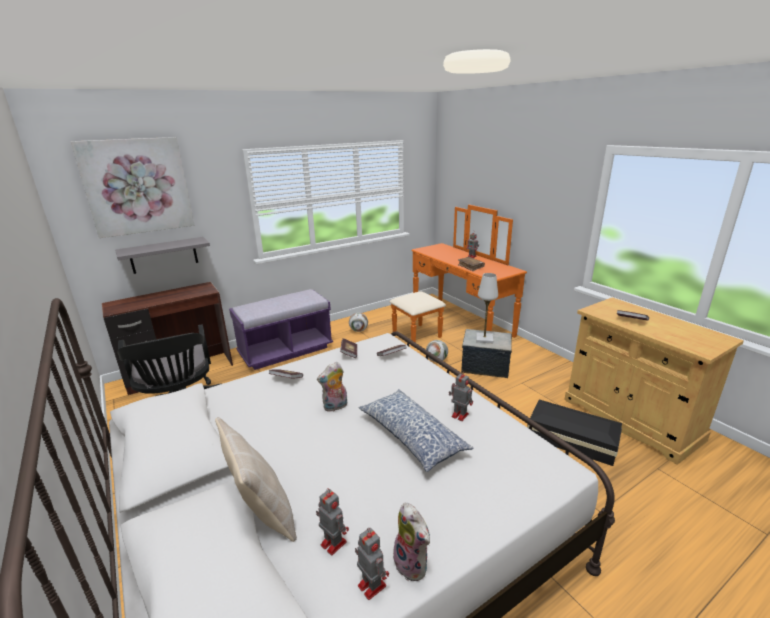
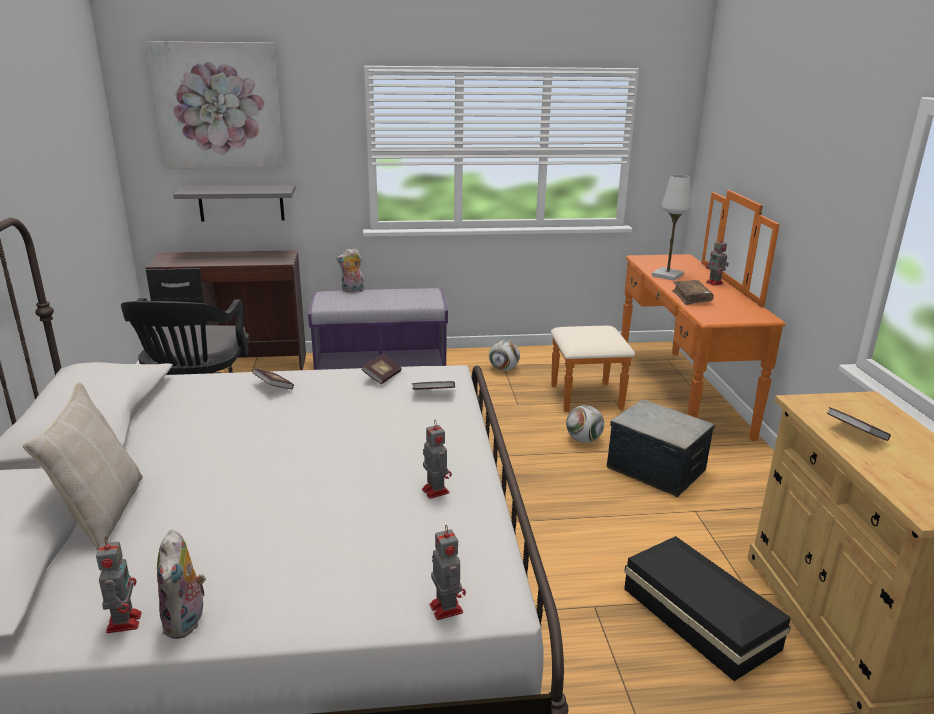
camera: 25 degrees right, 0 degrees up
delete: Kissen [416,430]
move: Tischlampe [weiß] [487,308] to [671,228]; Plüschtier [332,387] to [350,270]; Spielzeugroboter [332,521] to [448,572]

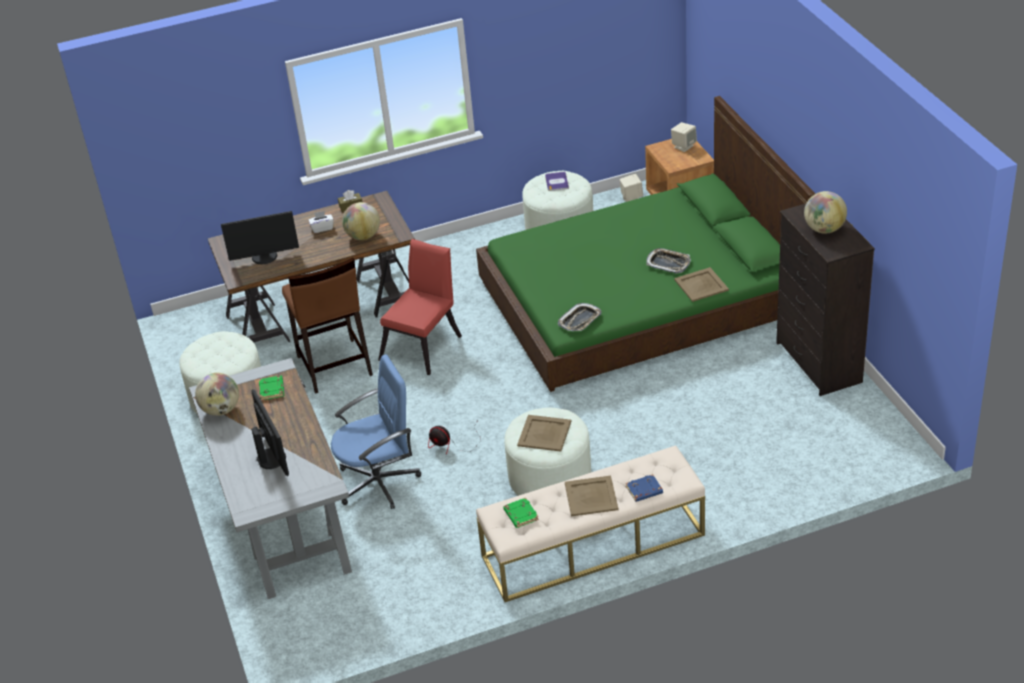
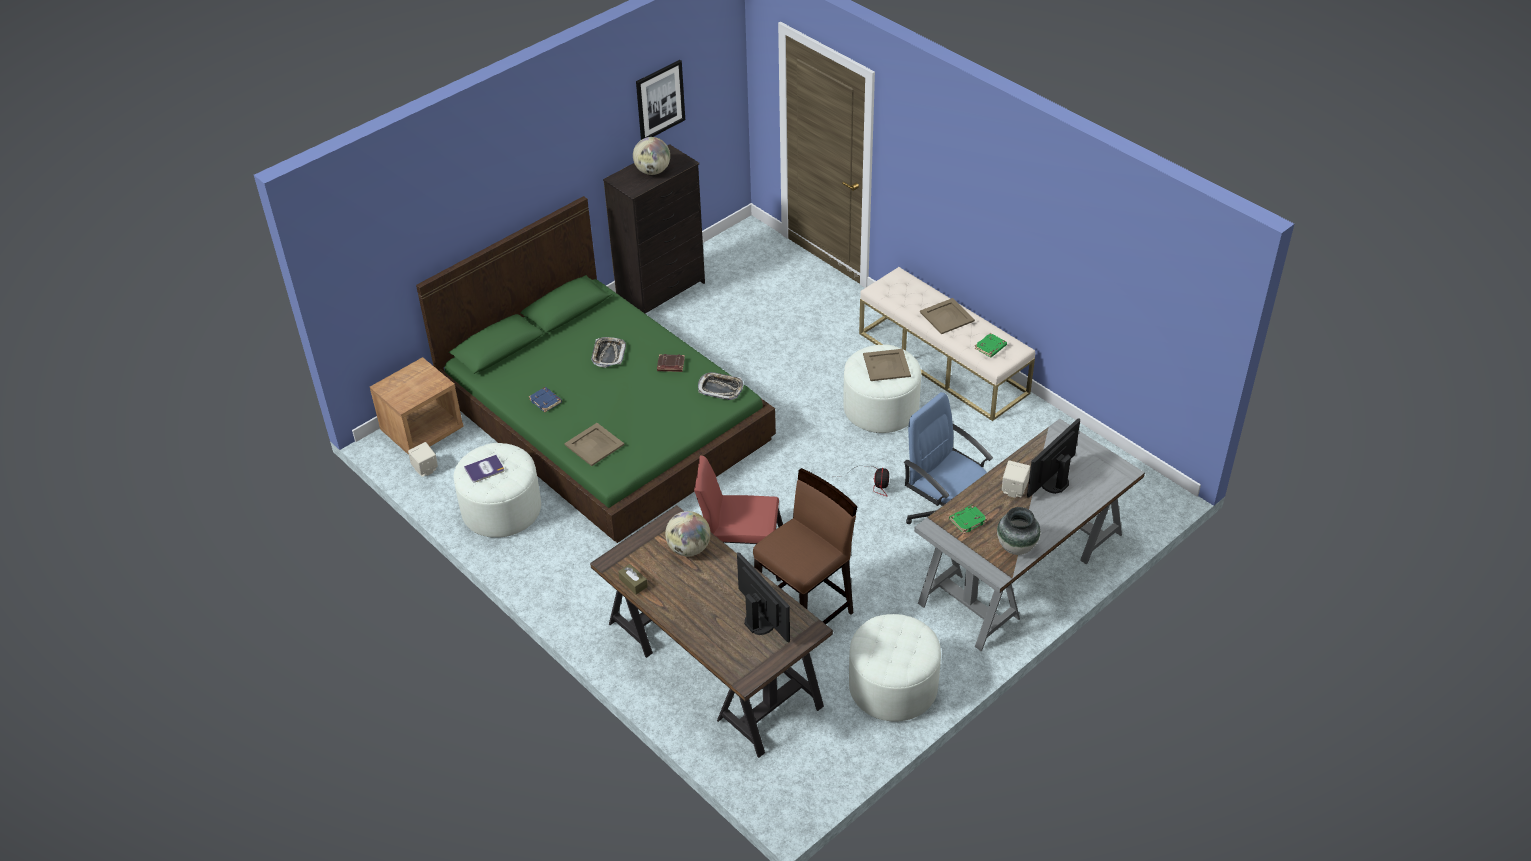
camera: 115 degrees left, 5 degrees up
delete: Taschentuchbox [weiß] [321,222]
insert: Bild [660,100]; Buch [braun] [671,363]
move: Lautsprecher [beige] [684,137] to [1016,479]; Tablett [beige] [701,284] to [594,444]; Buch [blau] [644,488] to [545,399]
replace: Globus [217,394] to Vase [1018,531]

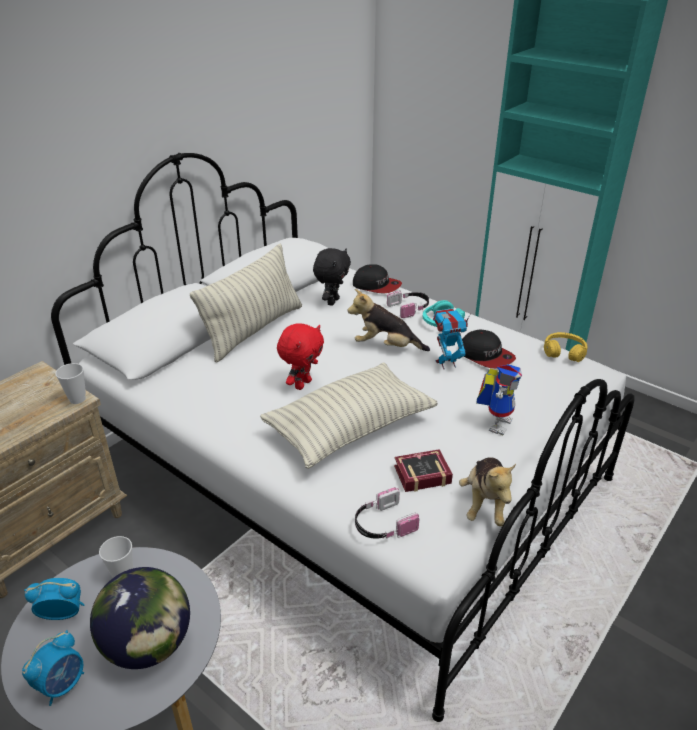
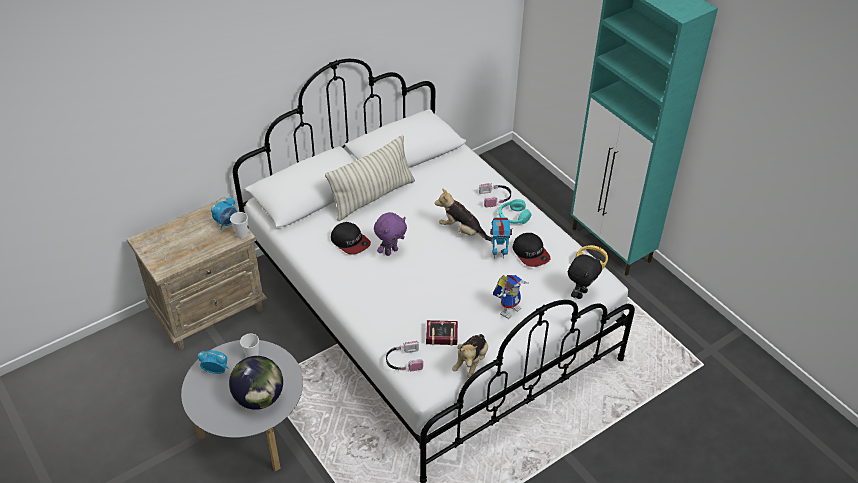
camera: 15 degrees right, 10 degrees up
delete: Kissen [349,415]
move: Plüschtier [schwarz] [332,277] to [585,276]; Kappe [377,278] to [351,238]; Wecker [53,668] to [224,213]
recolor: Plüschtier [rot] [300,356] to Plüschtier [lila] [390,234]

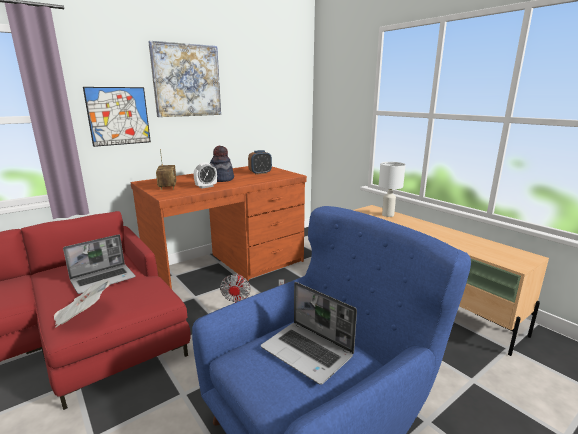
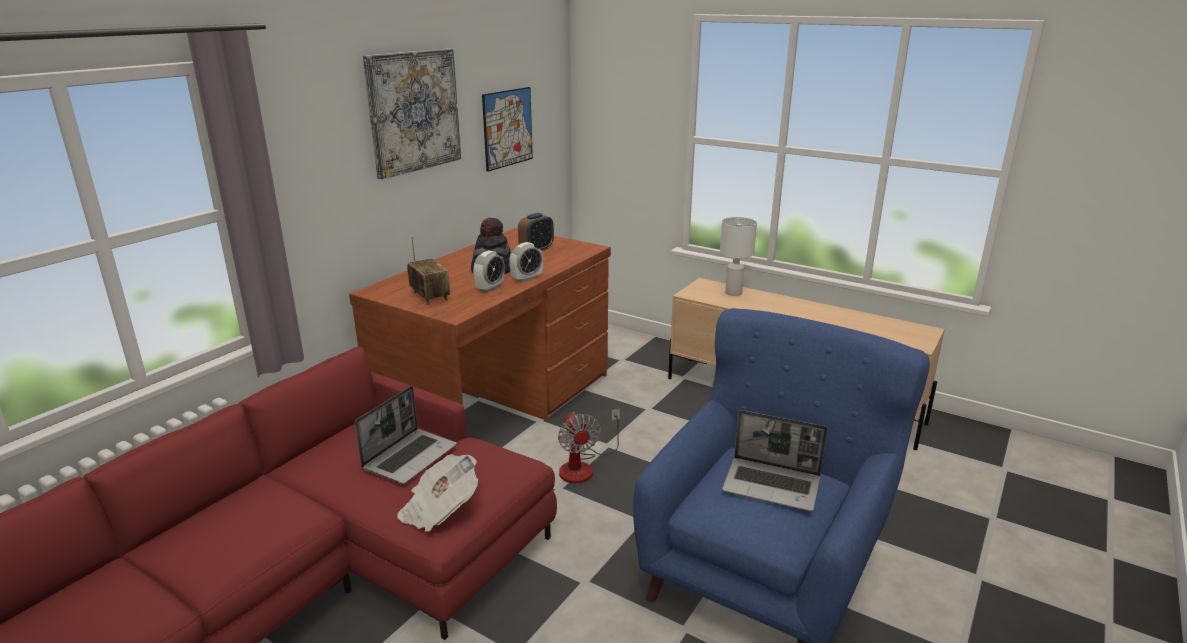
camera: 20 degrees left, 5 degrees up
insert: Wecker [526,262]
move: Bild [117,117] to [507,129]

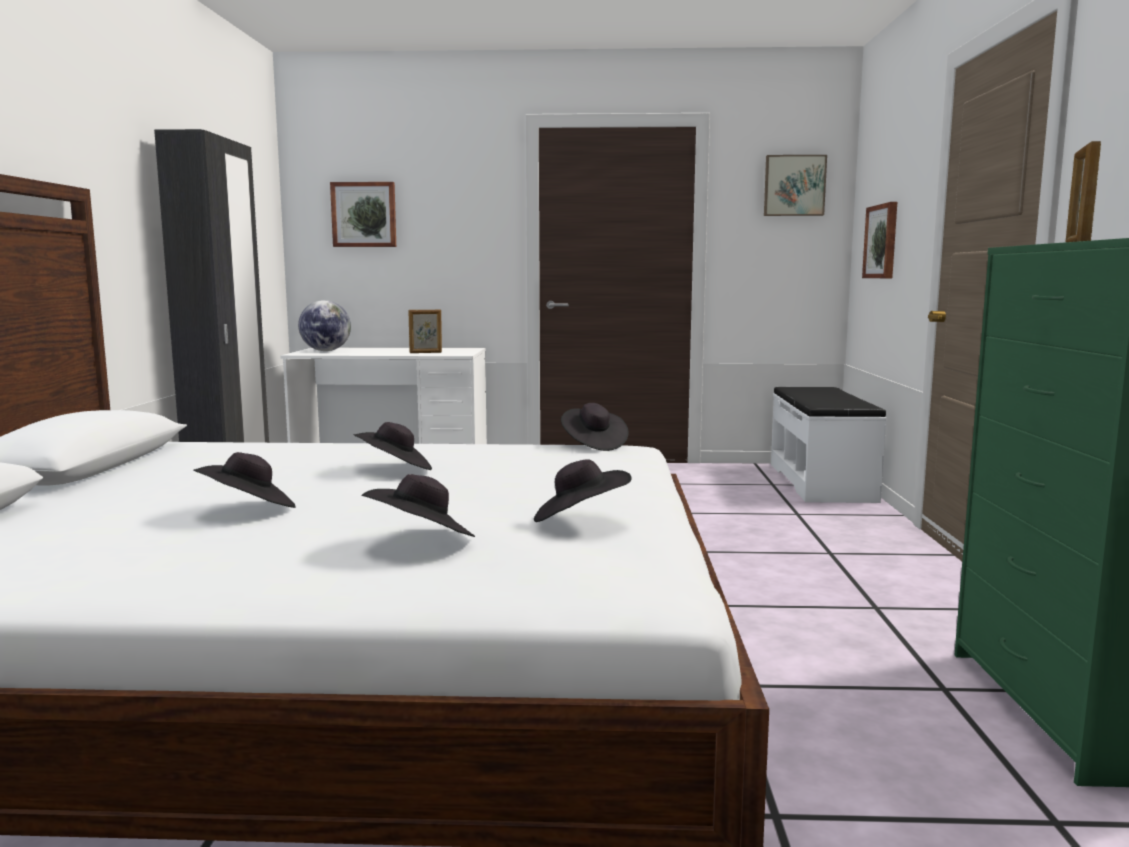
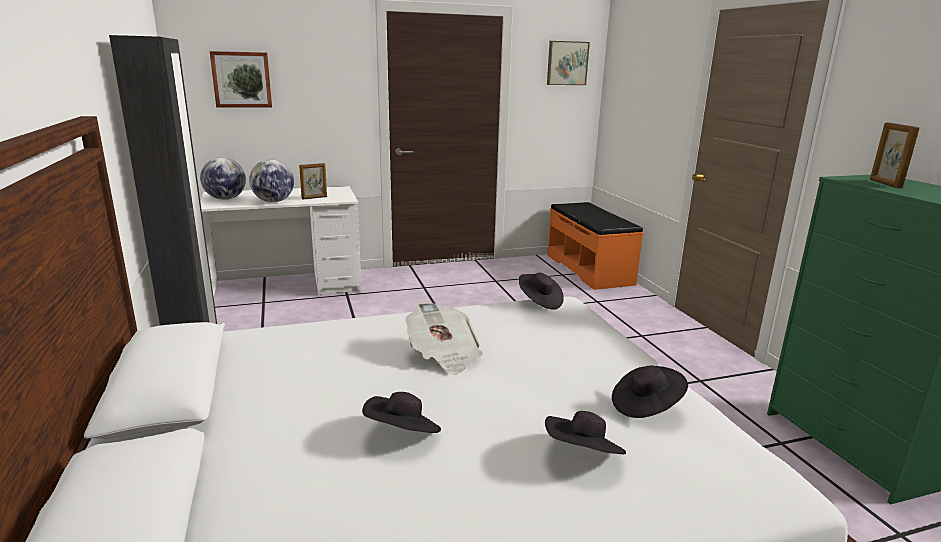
camera: 20 degrees left, 10 degrees up
delete: Bild [879,240]
insert: Globus [271,180]
replace: Hut [schwarz] [392,446] to Zeitung [444,338]
recolor: Bank [weiß] [829,445] to Bank [orange] [595,246]

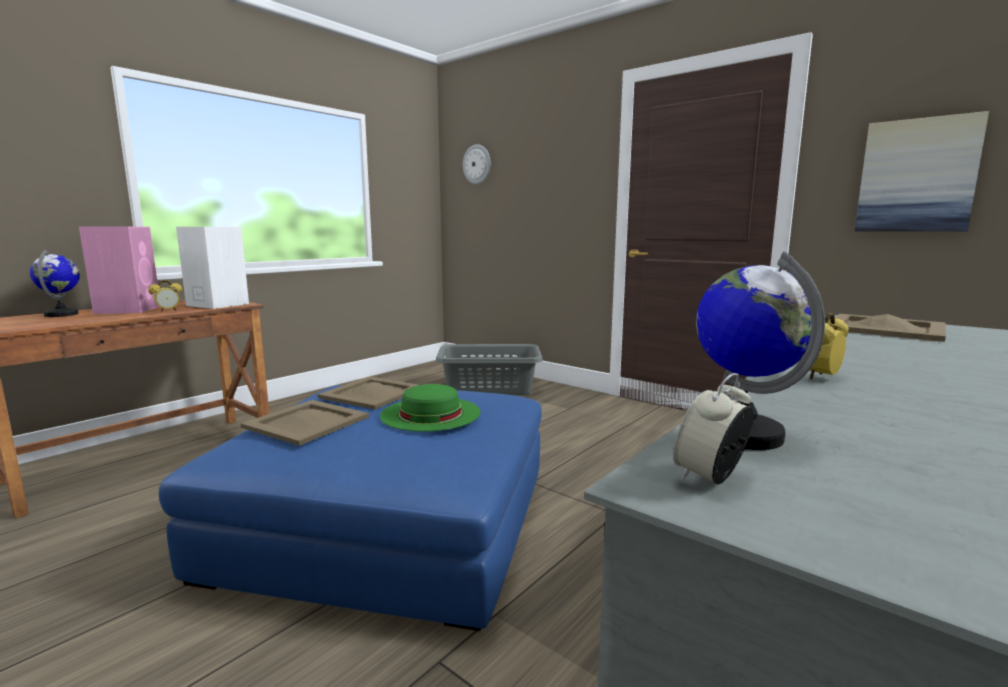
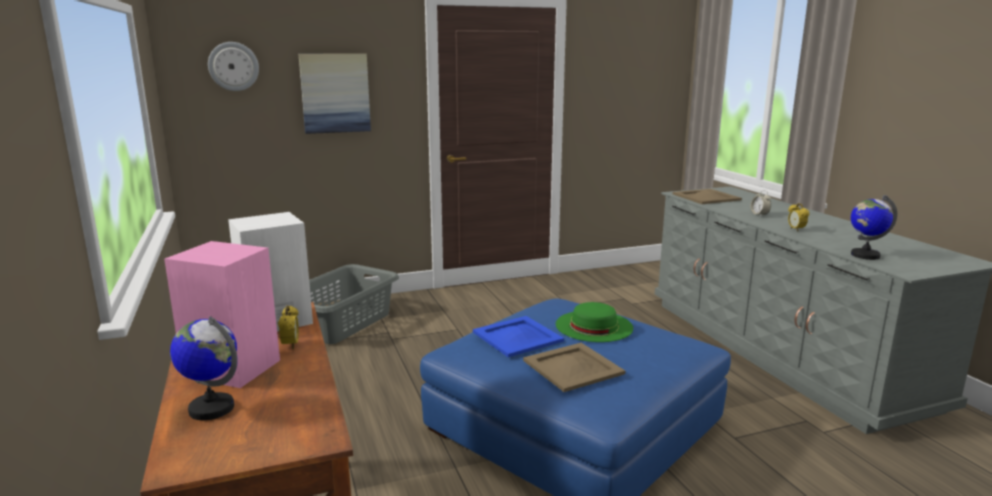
camera: 60 degrees left, 5 degrees up
move: Bild [922,171] to [335,94]; Wecker [713,428] to [760,203]
recolor: Tablett [beige] [367,393] to Tablett [blau] [518,336]

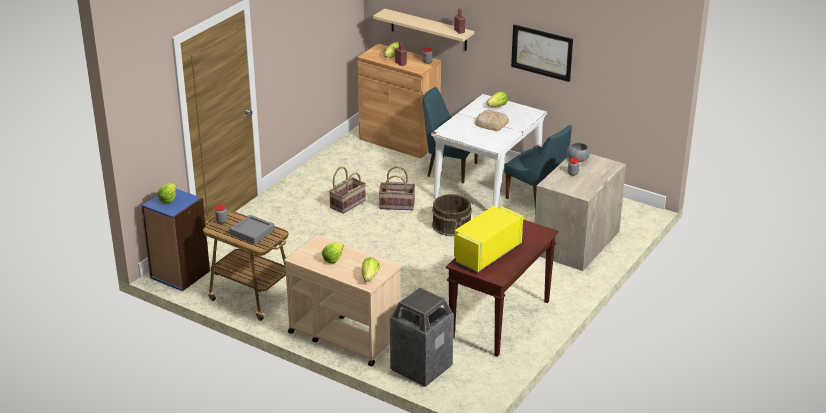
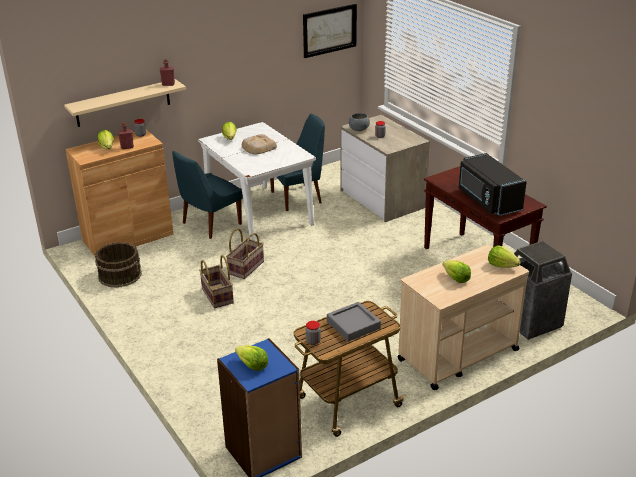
camera: 65 degrees left, 0 degrees up
move: Bild [542,53] to [330,31]; Eimer [braun] [452,215] to [118,265]
recolor: Mikrowelle [gelb] [488,239] to Mikrowelle [schwarz] [493,184]

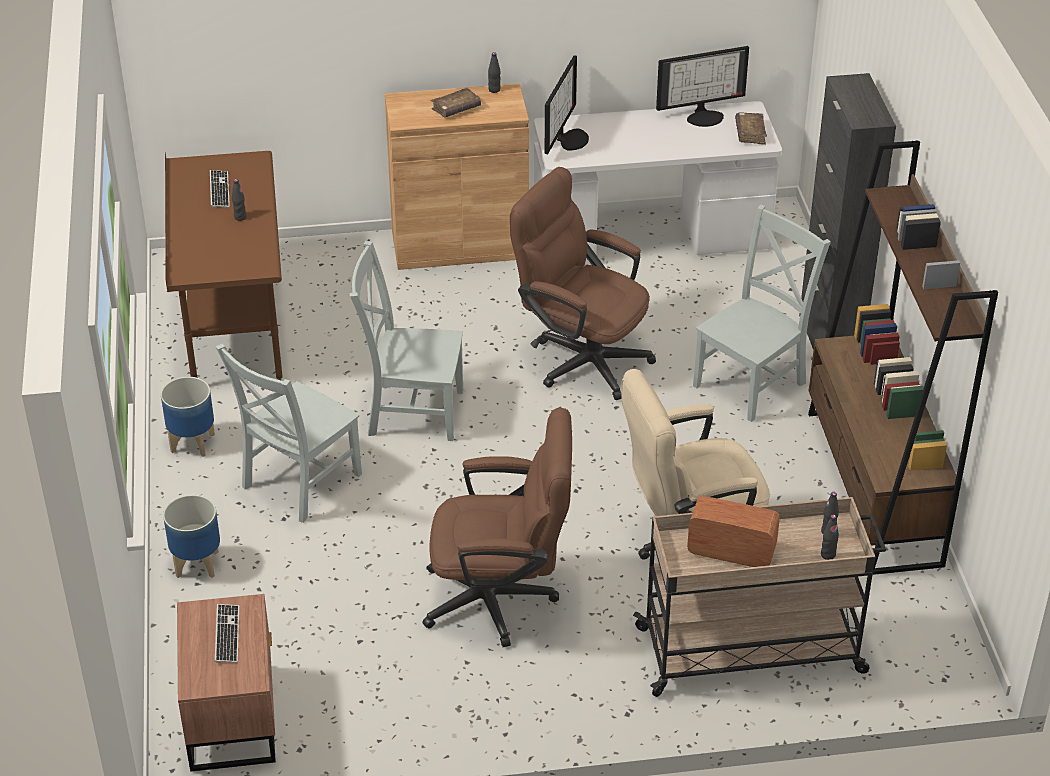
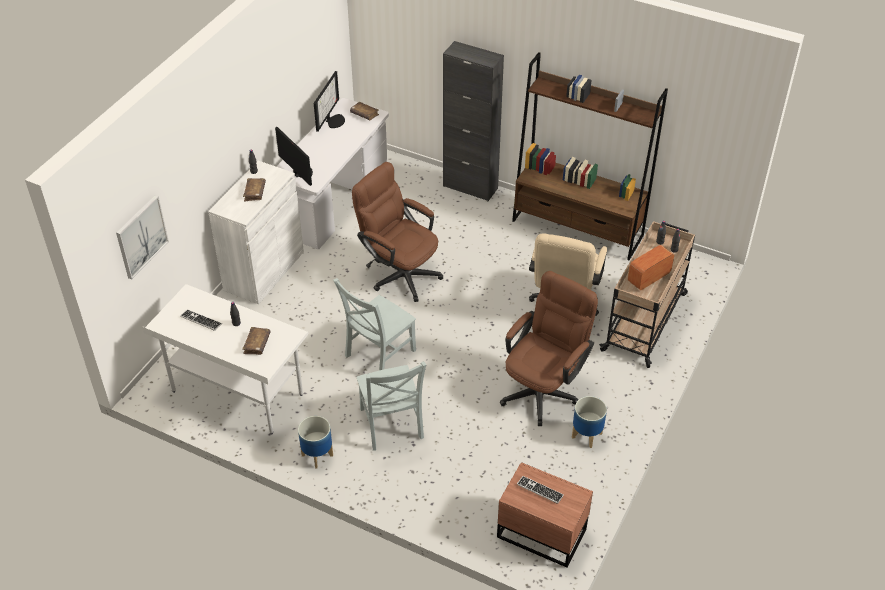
camera: 55 degrees left, 5 degrees up
delete: Stuhl [grau] [762,313]
insert: Bild [142,237]; Buch [braun] [256,341]
move: Pflanzkübel [191,536] to [589,422]
recolor: Schrank [braun] [457,176] to Schrank [weiß] [256,232]; Schreibtisch [braun] [224,265] to Schreibtisch [weiß] [225,359]
rotate: Bürostuhl [braun] [583,283] = [397,232] 60 degrees clockwise

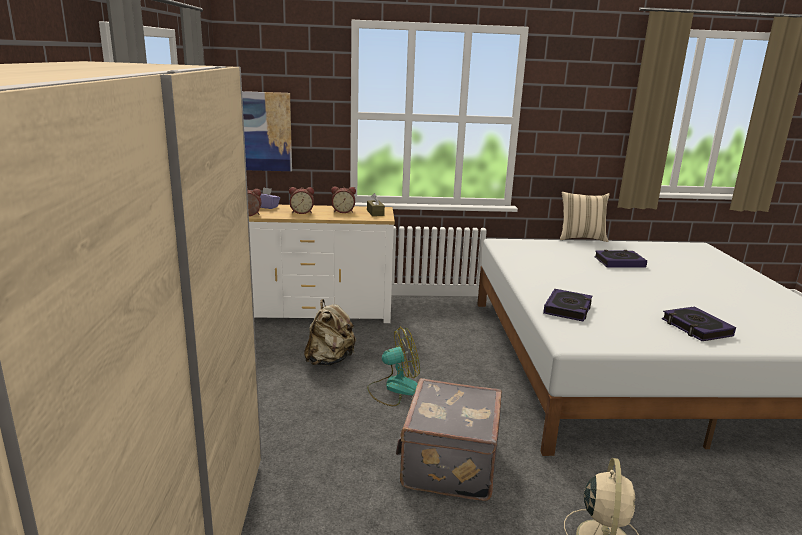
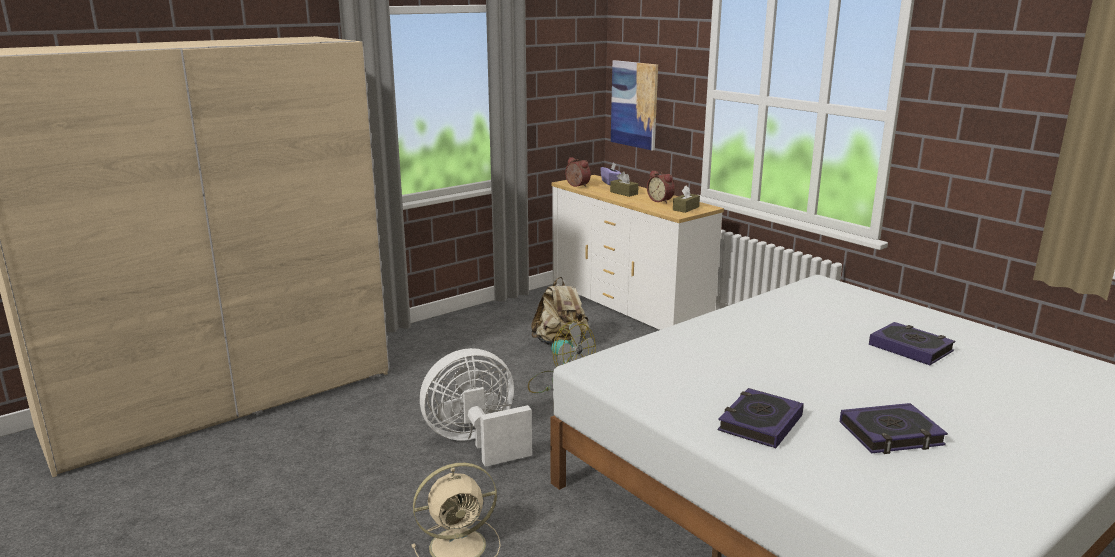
camera: 55 degrees right, 0 degrees up
delete: Kissen [beige] [585,217]
move: Buch [567,305] to [894,428]
replace: Wecker [301,200] to Taschentuchbox [braun] [624,184]; Koffer [grau] [449,439] to Ventilator [weiß] [476,407]

